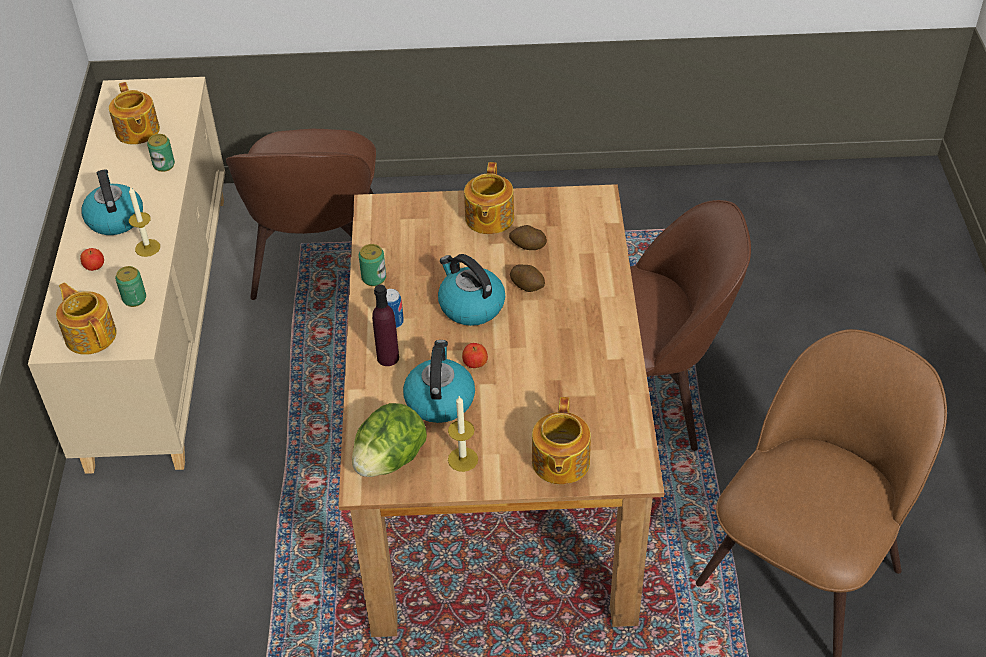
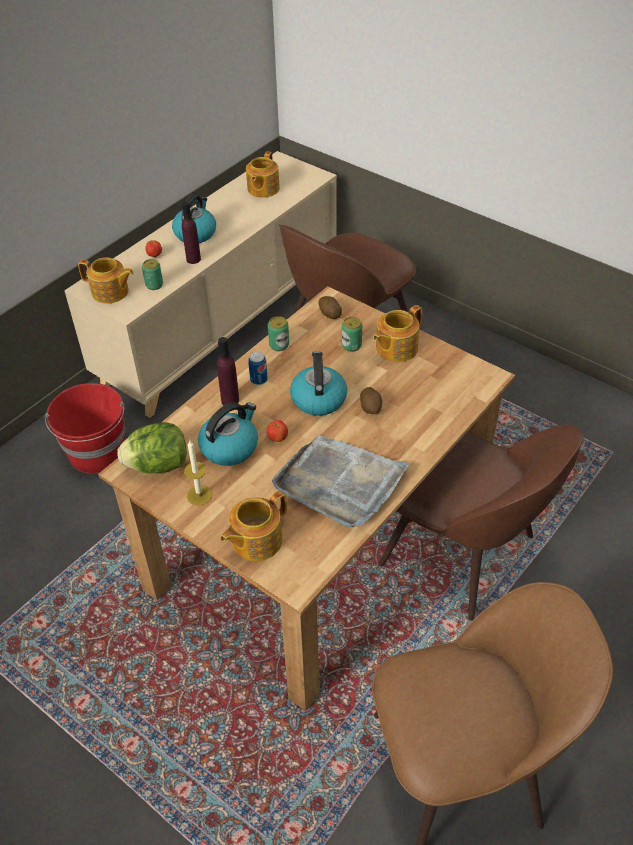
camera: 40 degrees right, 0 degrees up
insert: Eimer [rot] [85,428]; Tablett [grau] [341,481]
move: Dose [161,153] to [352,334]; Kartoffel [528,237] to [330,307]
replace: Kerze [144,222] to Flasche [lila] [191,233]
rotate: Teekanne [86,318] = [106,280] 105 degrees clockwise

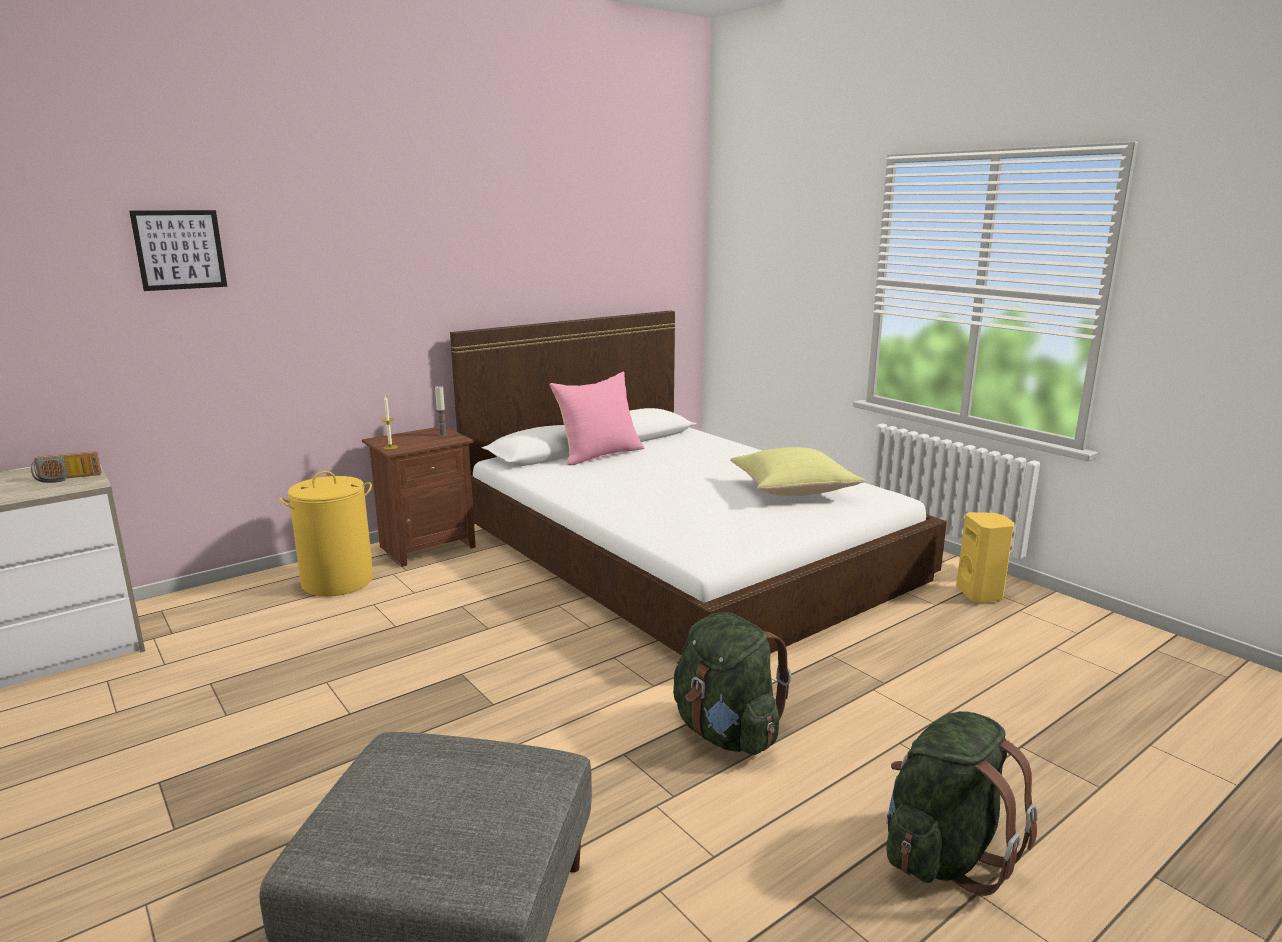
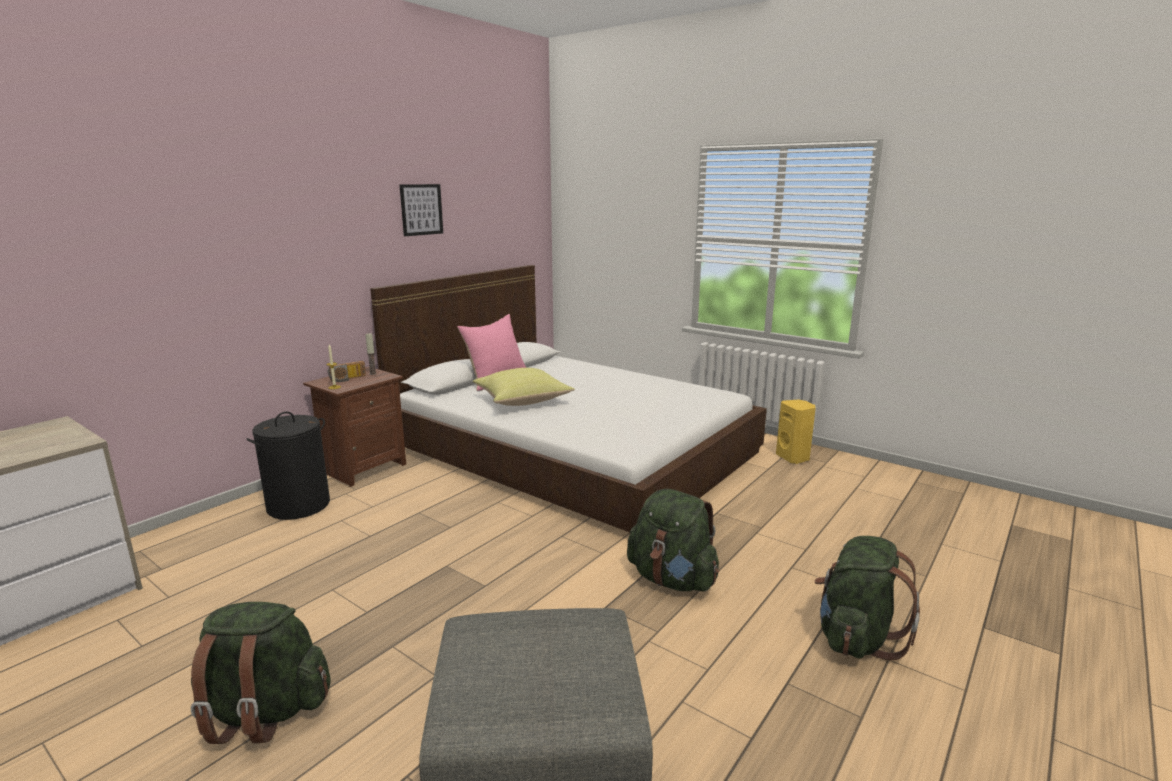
camera: 15 degrees left, 0 degrees up
insert: Rucksack [grün] [260,673]
move: Bild [178,250] to [421,210]; Kissen [gelb] [797,471] to [524,387]; Radio [66,467] to [347,371]
recolor: Wäschekorb [gelb] [326,533] to Wäschekorb [schwarz] [288,465]

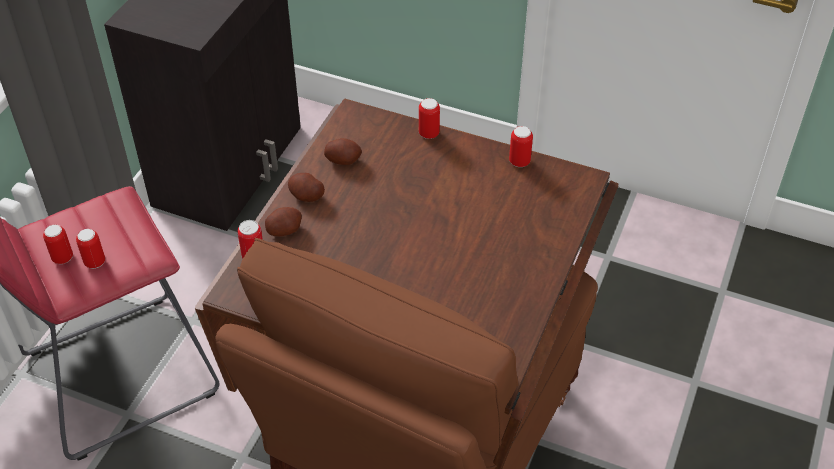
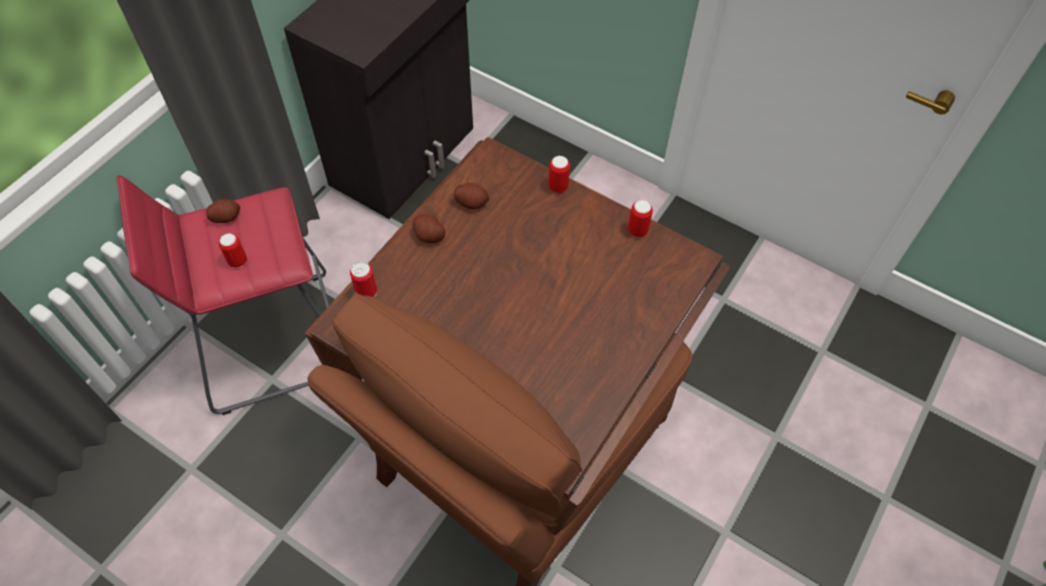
camera: 10 degrees right, 10 degrees up
delete: Dose [58,244]
move: Kartoffel [283,221] to [223,211]

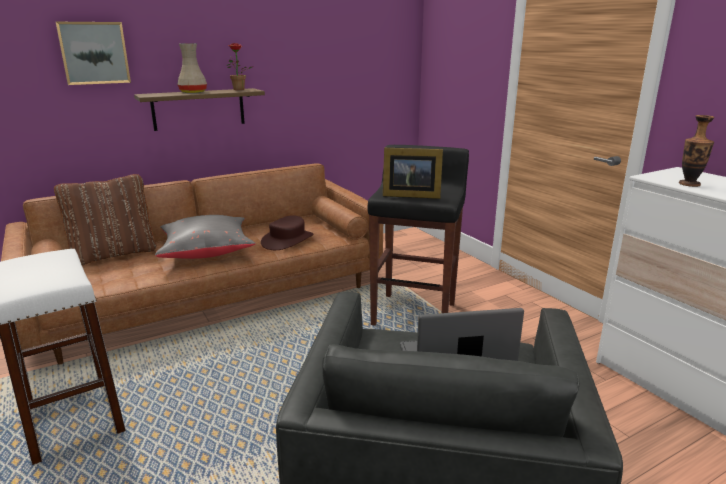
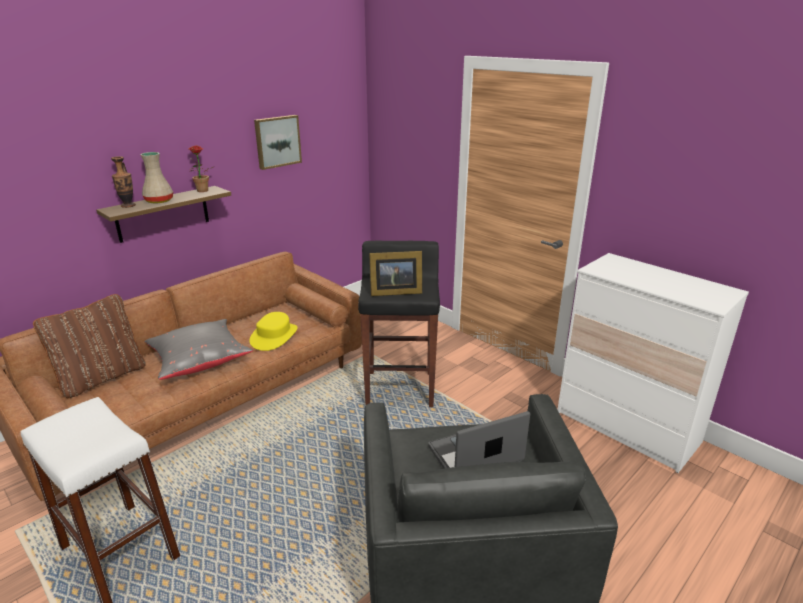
camera: 15 degrees left, 5 degrees up
move: Bild [93,53] to [278,142]; Vase [696,151] to [123,182]
recolor: Hut [braun] [287,232] to Hut [gelb] [273,331]

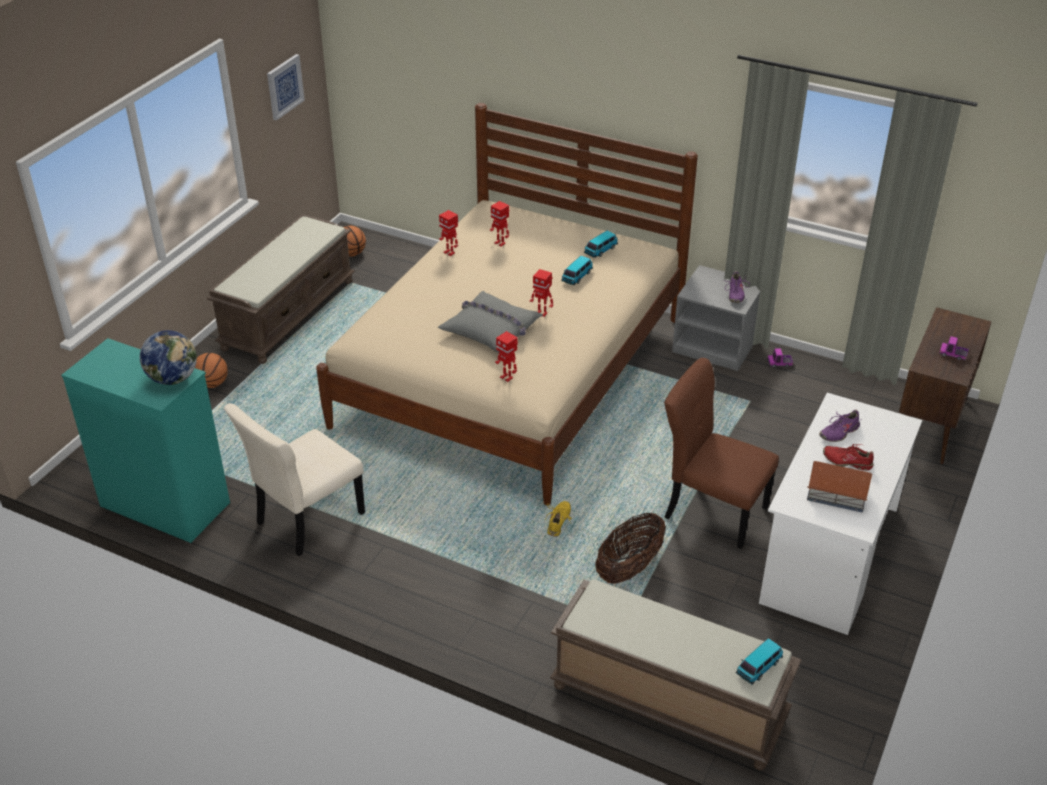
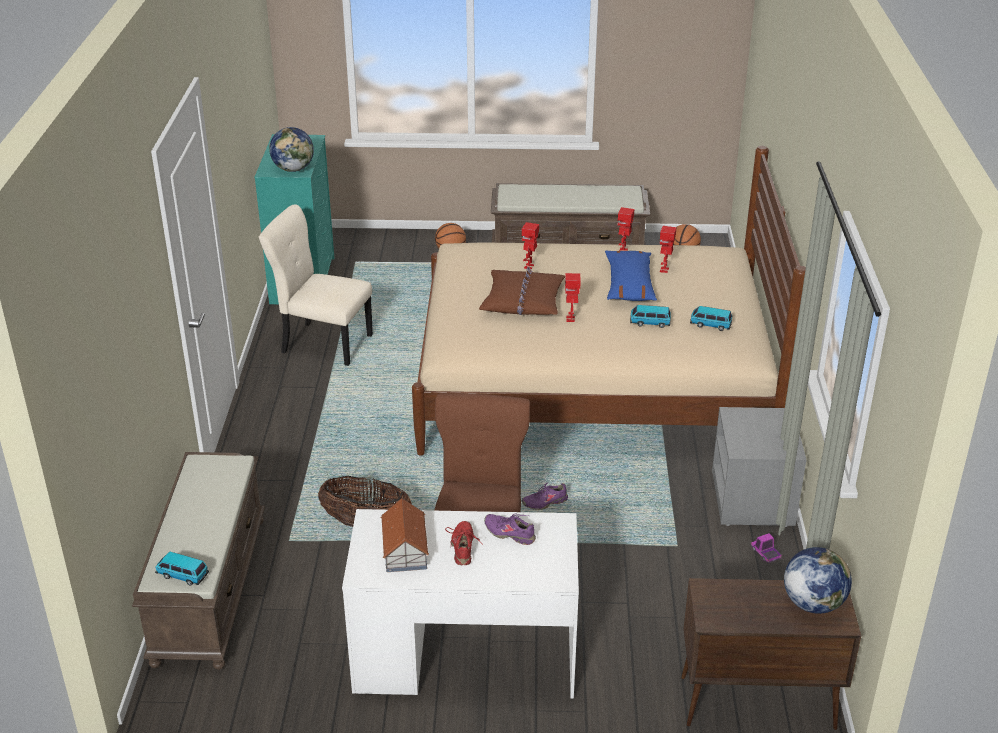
camera: 65 degrees right, 5 degrees down
delete: Bild [286,87]; Spielzeuglaster [954,348]; Schuh [gelb] [558,519]
insert: Kissen [blau] [631,276]; Globus [818,580]
move: Schuh [lila] [736,287] to [545,496]; Spielzeugroboter [506,356] to [530,245]
recolor: Kissen [grau] [490,322] to Kissen [braun] [522,290]

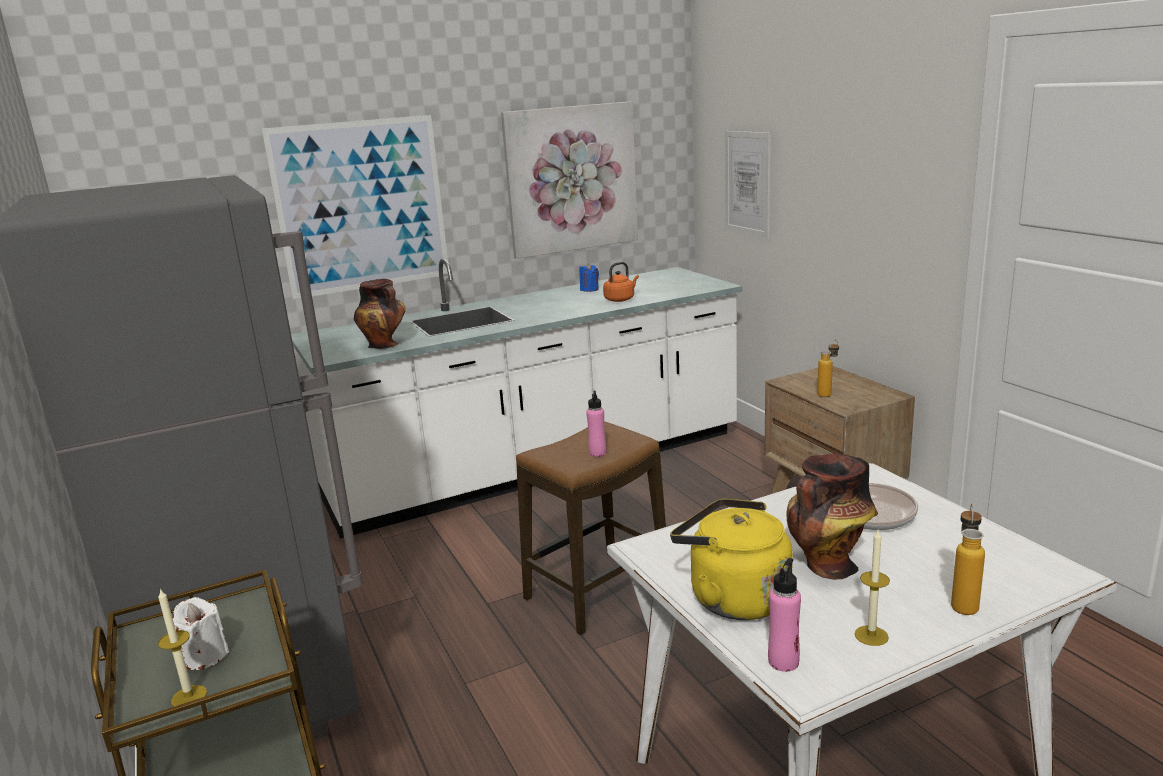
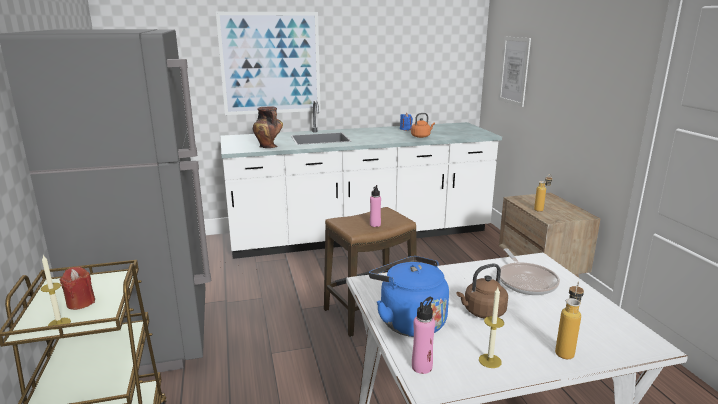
camera: 10 degrees right, 0 degrees up
delete: Bild [569,180]
replace: Vase [832,517] to Wasserkessel [braun] [482,291]
recolor: Wasserkessel [gelb] [731,559] to Wasserkessel [blau] [409,296]; Kerze [weiß] [200,633] to Kerze [rot] [77,288]

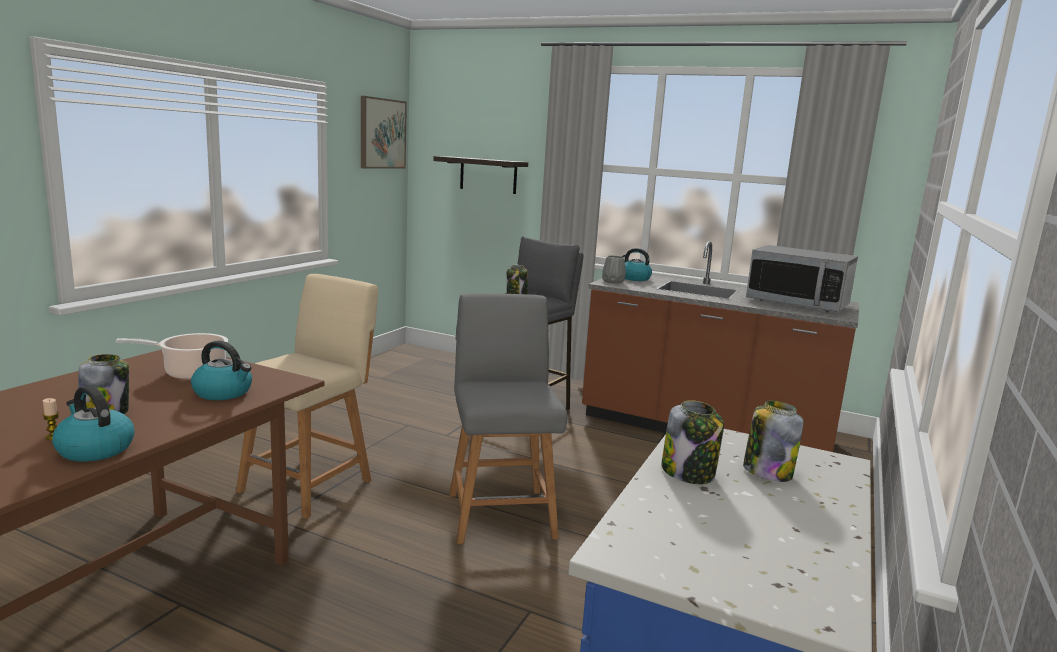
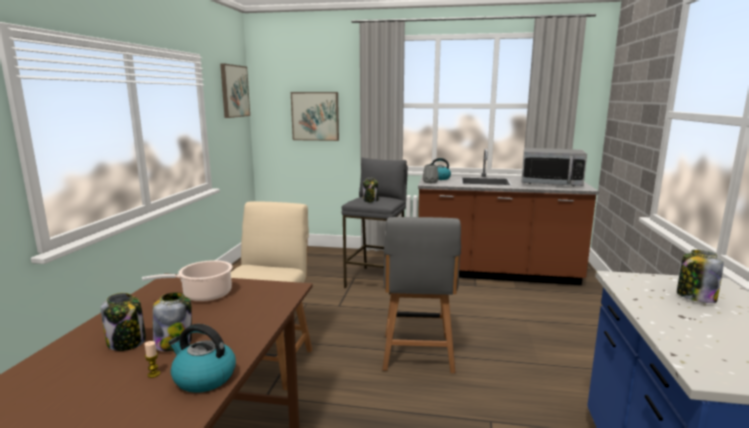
camera: 15 degrees left, 0 degrees up
delete: Wasserkessel [221,370]
move: Vorratsglas [692,442] to [123,322]
replace: Wandregal [480,175] to Bild [315,116]
rotate: Stuhl [grau] [508,418] = [421,295] 150 degrees counterclockwise

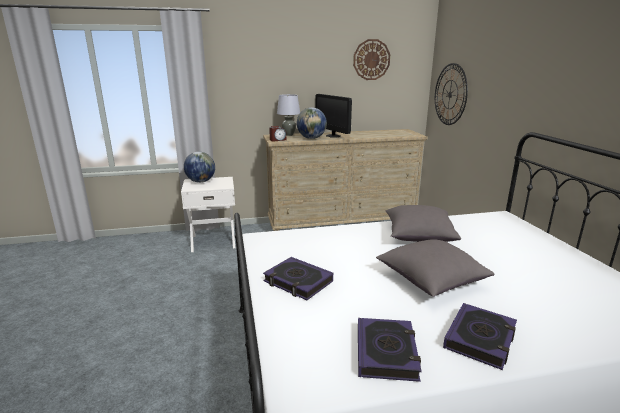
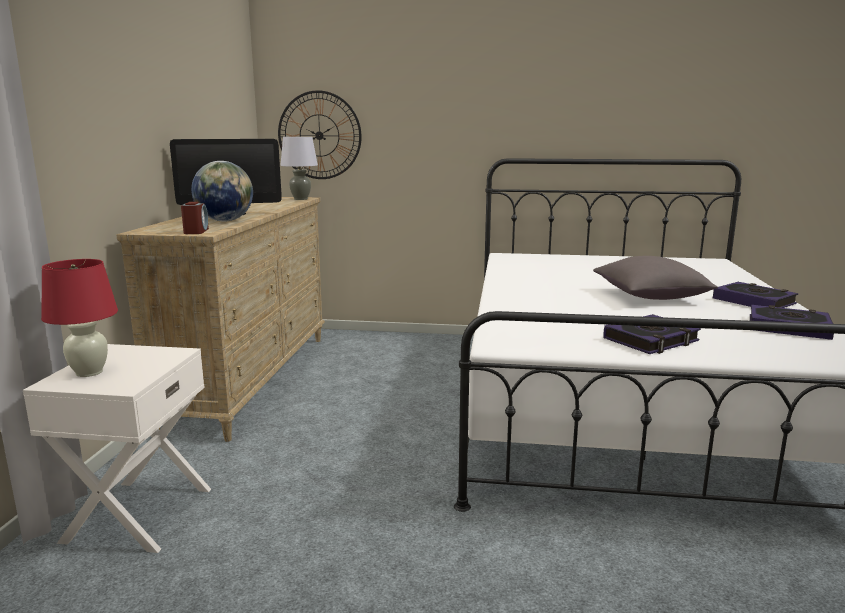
camera: 70 degrees left, 5 degrees down
delete: Wanduhr [371,59]; Kissen [grau] [423,223]
move: Tischlampe [grau] [288,115] to [299,168]
replace: Globus [199,167] to Tischlampe [rot] [79,318]

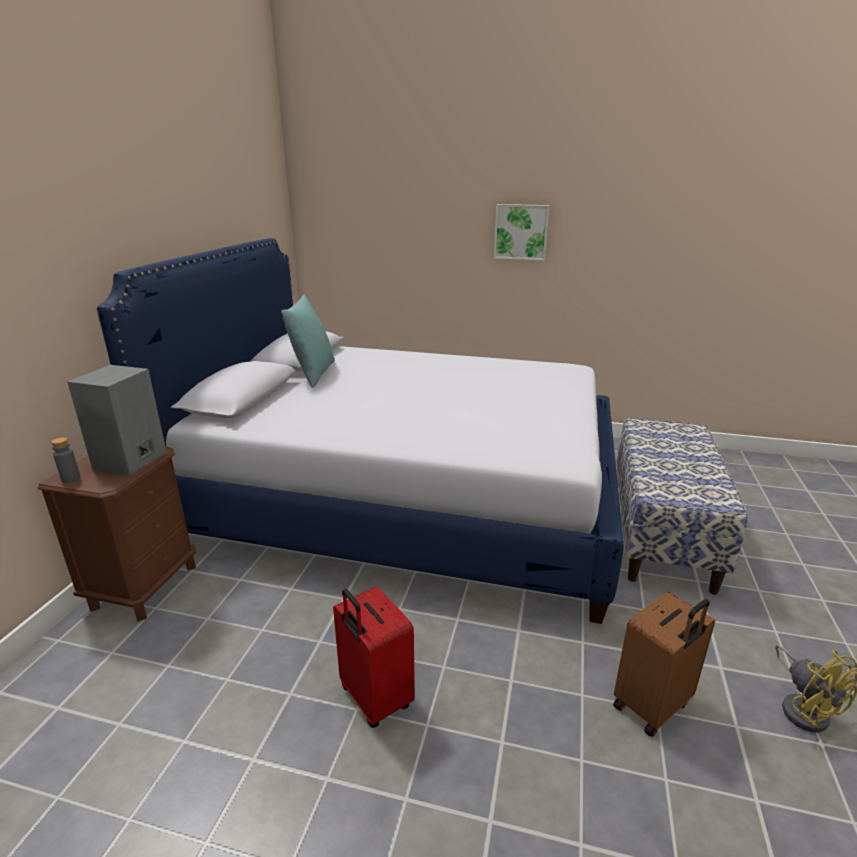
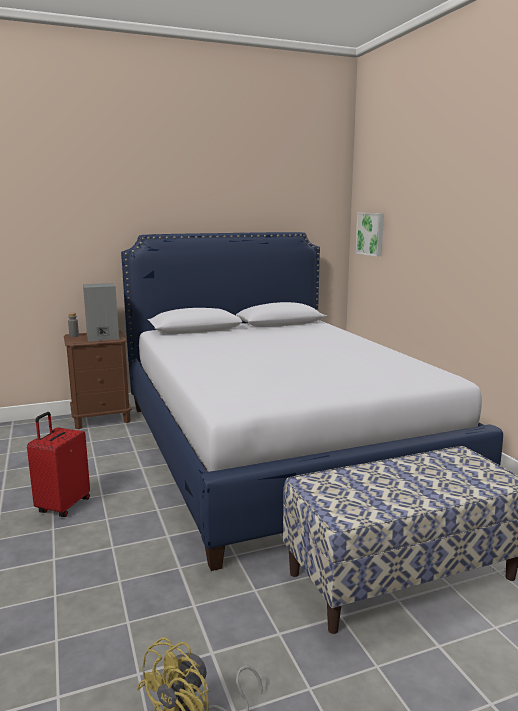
camera: 55 degrees right, 10 degrees down
delete: Kissen [türkis] [308,341]; Koffer [braun] [664,664]
move: Bild [522,232] to [370,235]

